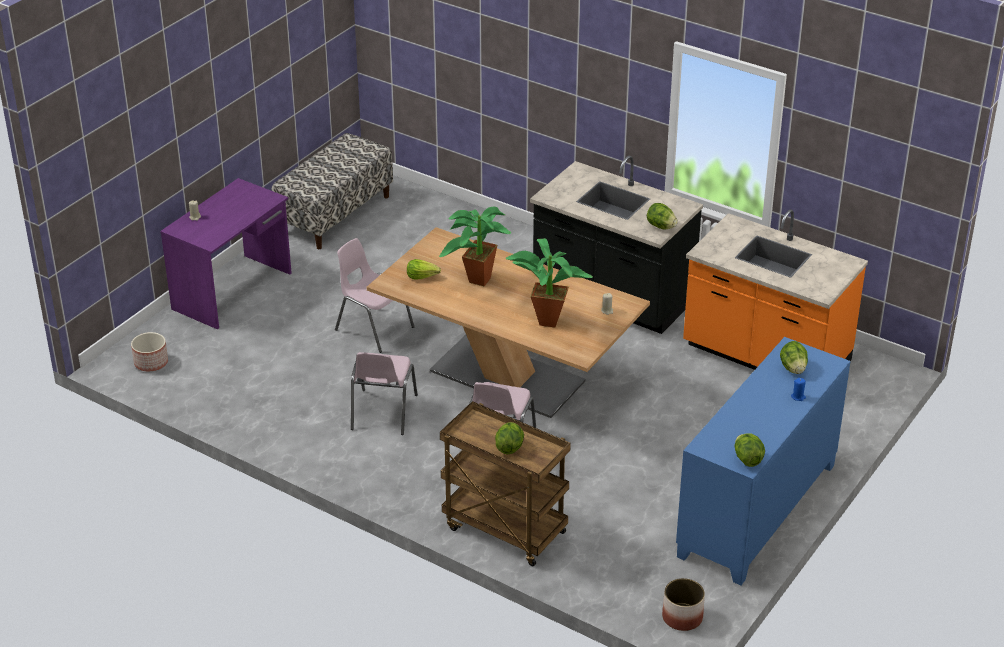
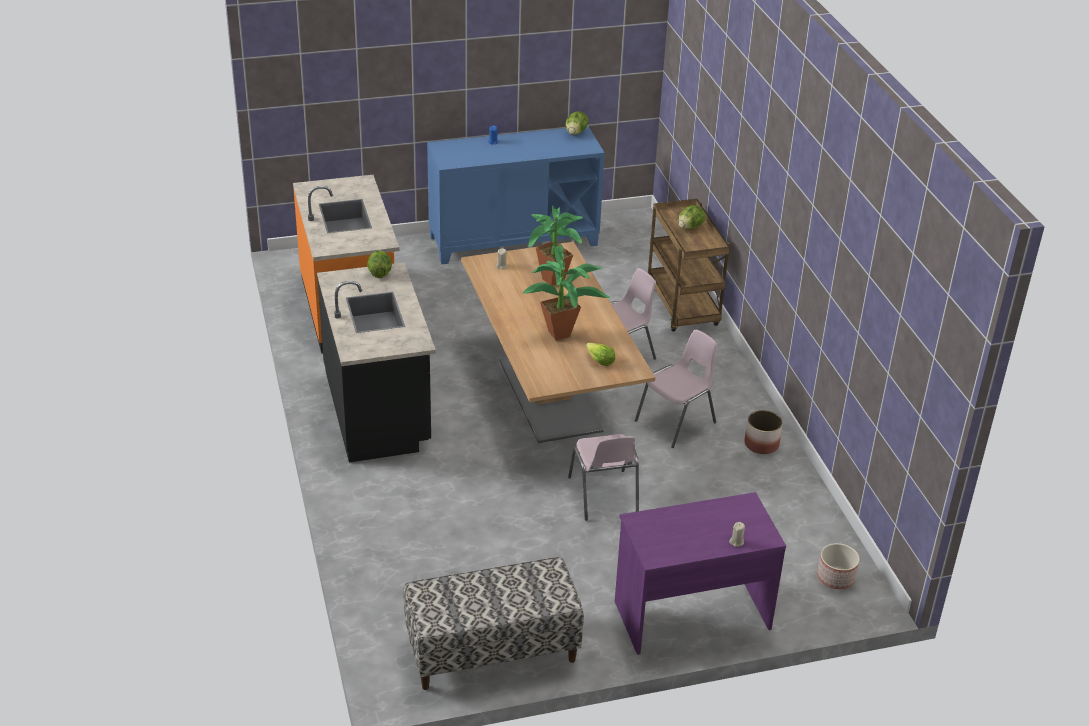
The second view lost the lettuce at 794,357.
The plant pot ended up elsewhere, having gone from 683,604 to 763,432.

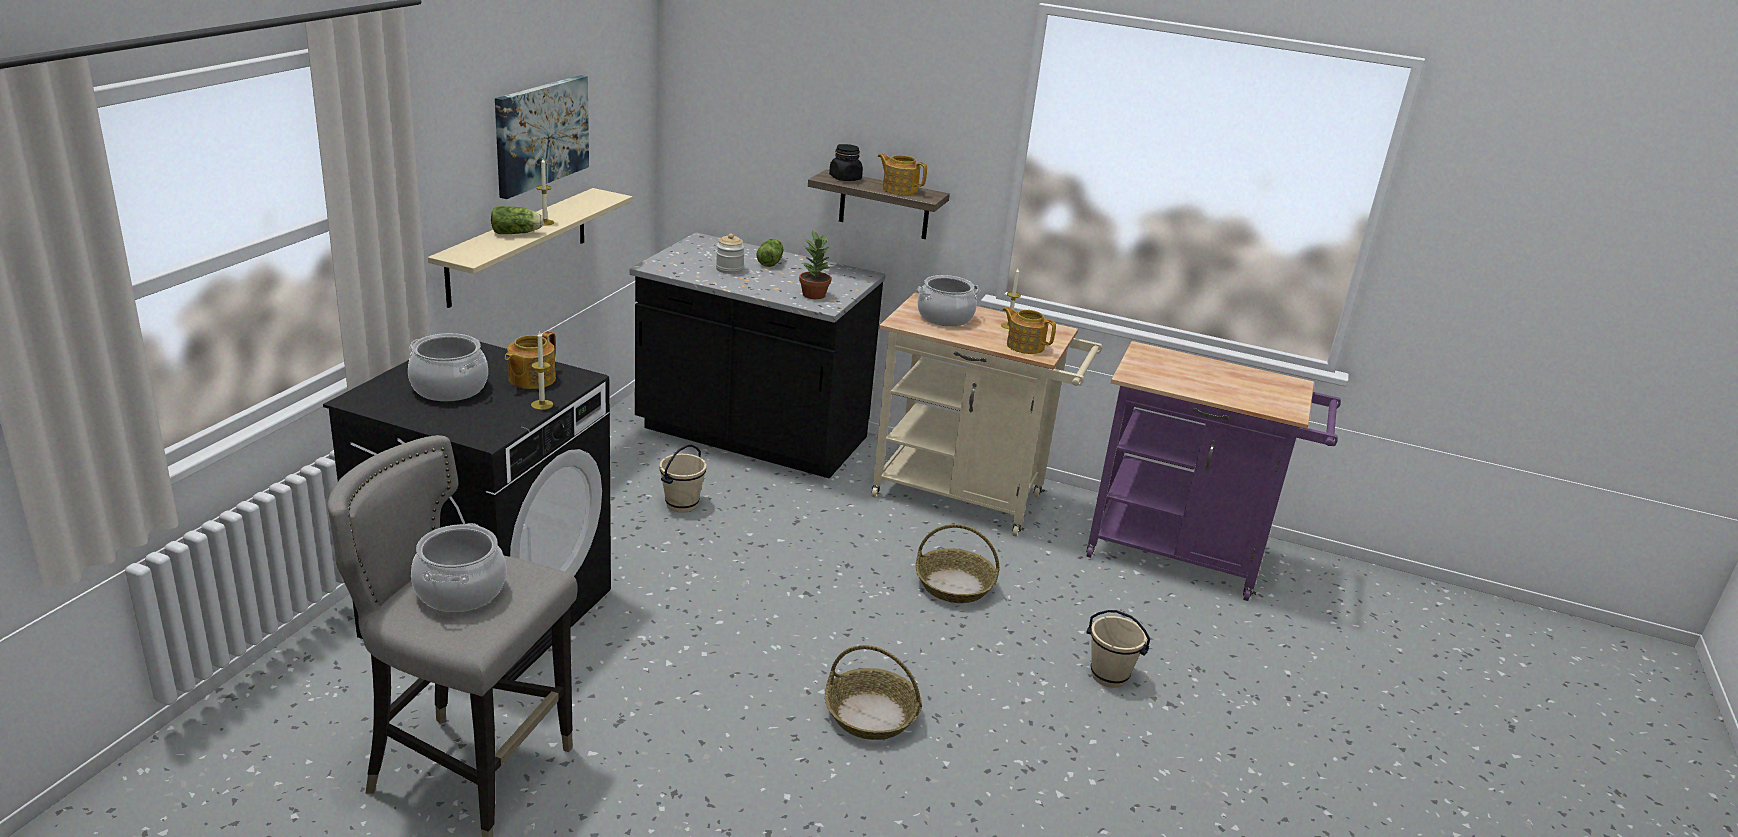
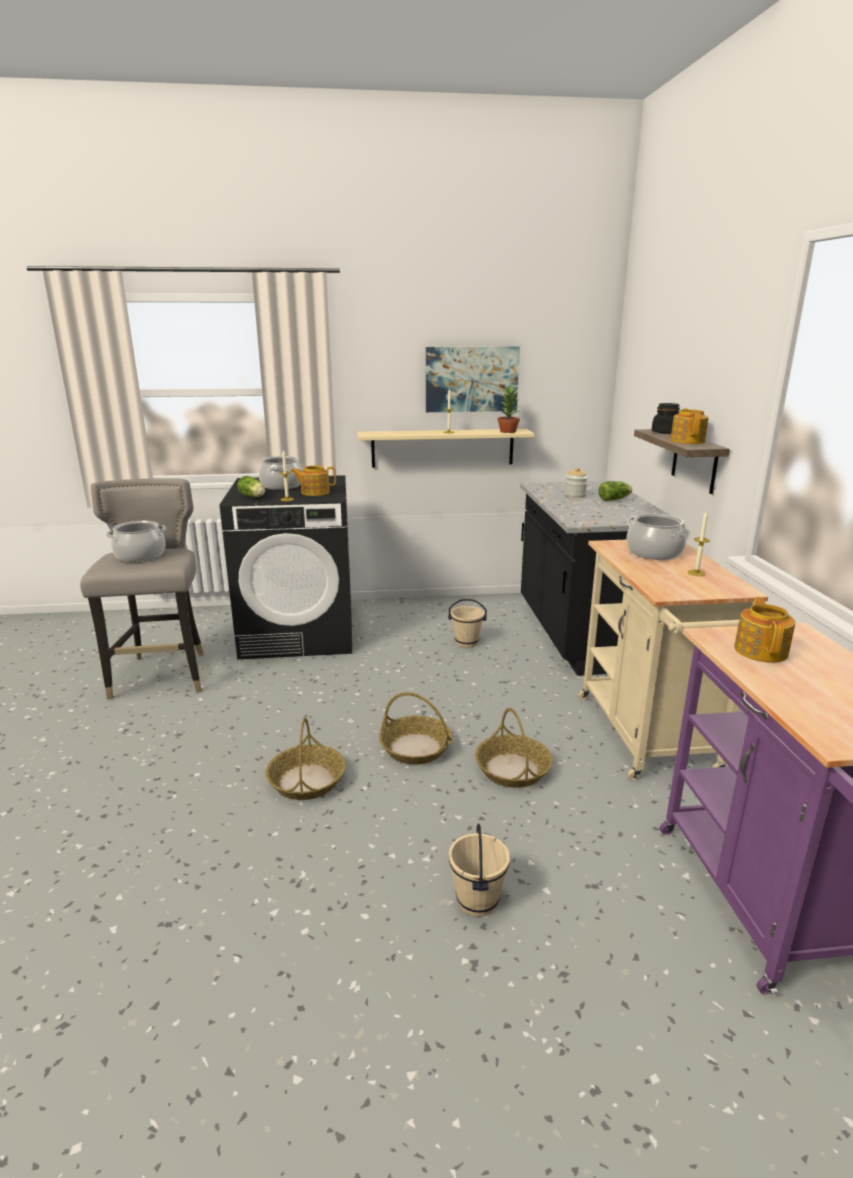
The lettuce ended up elsewhere, having gone from 517,220 to 251,486.
The potted plant ended up elsewhere, having gone from 815,264 to 509,409.
The teapot ended up elsewhere, having gone from 1029,330 to 764,630.
The second view gained the household basket at 415,728.

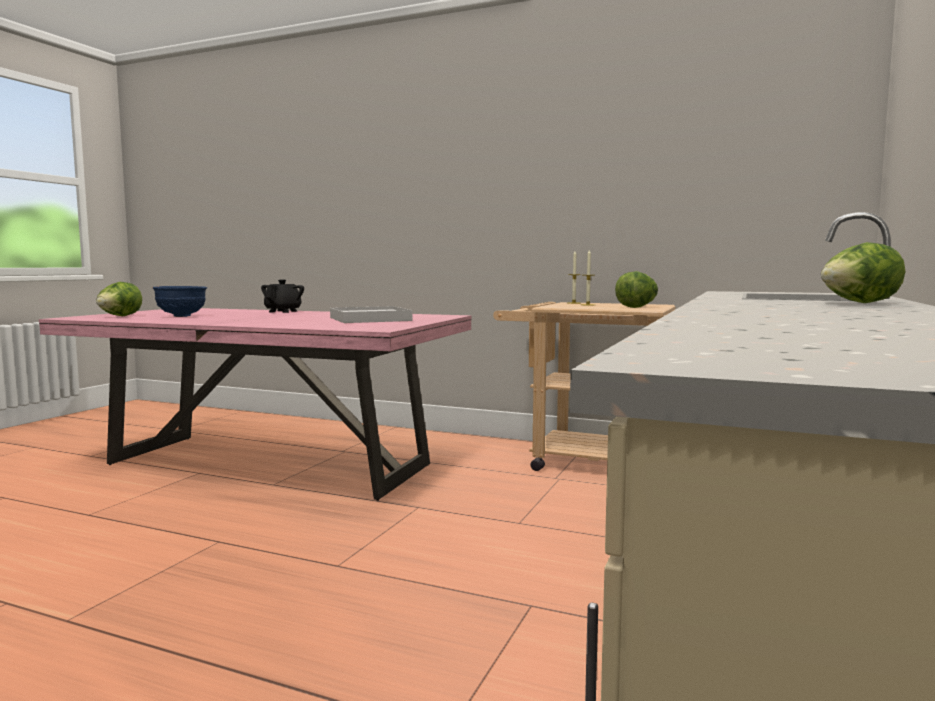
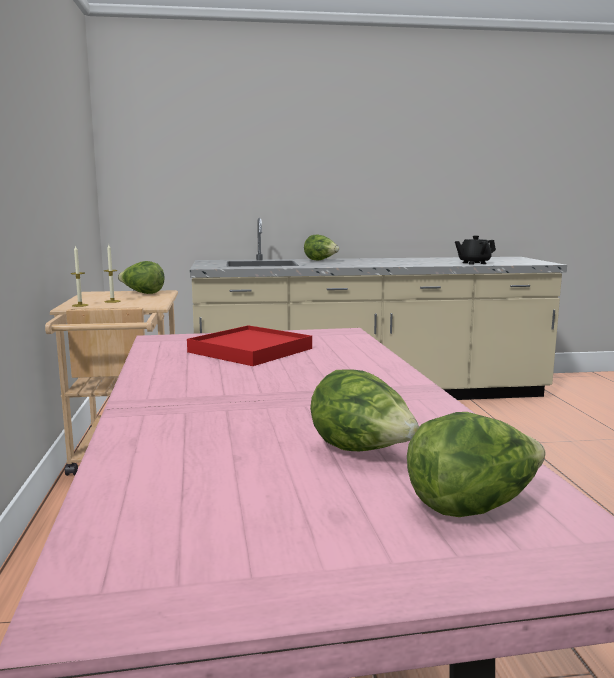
The teapot/black ended up elsewhere, having gone from 282,296 to 475,249.
Where the deep dish/blue-coloured stood at 180,301, the lettuce came to stand at 364,410.
What was the tray/white at 371,314 turned into the tray/red at 249,345.

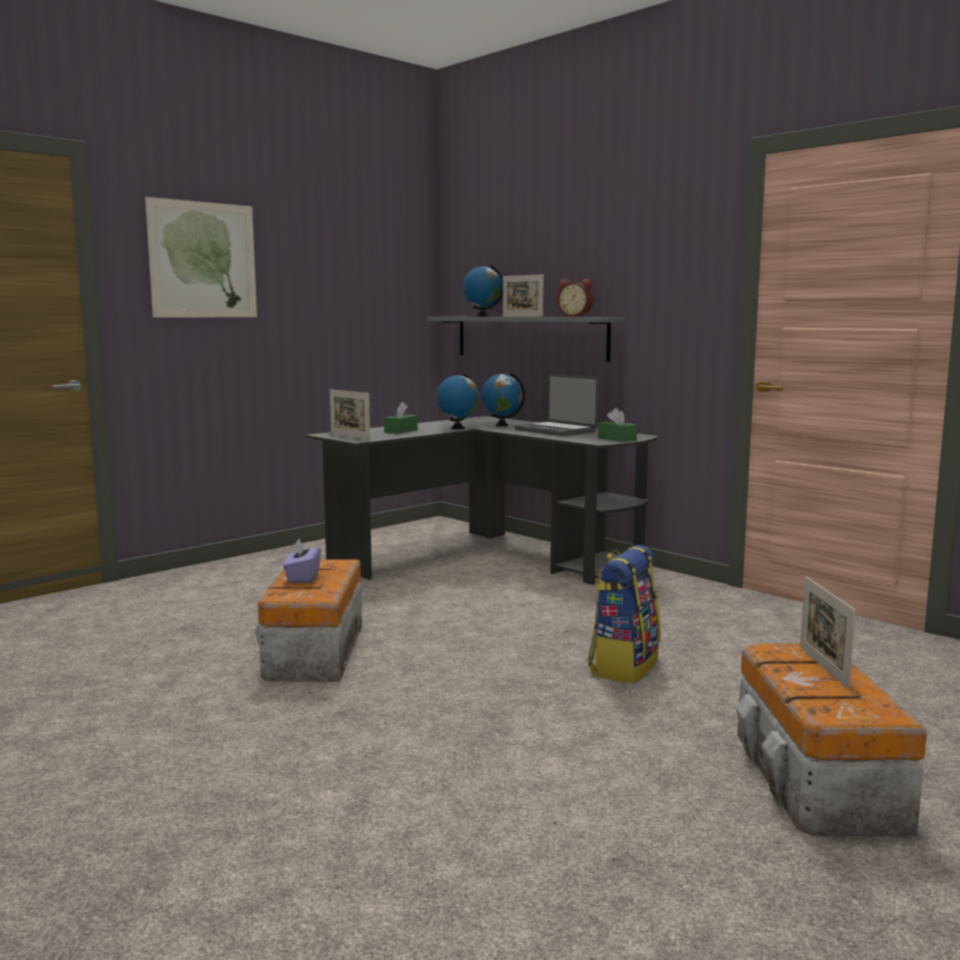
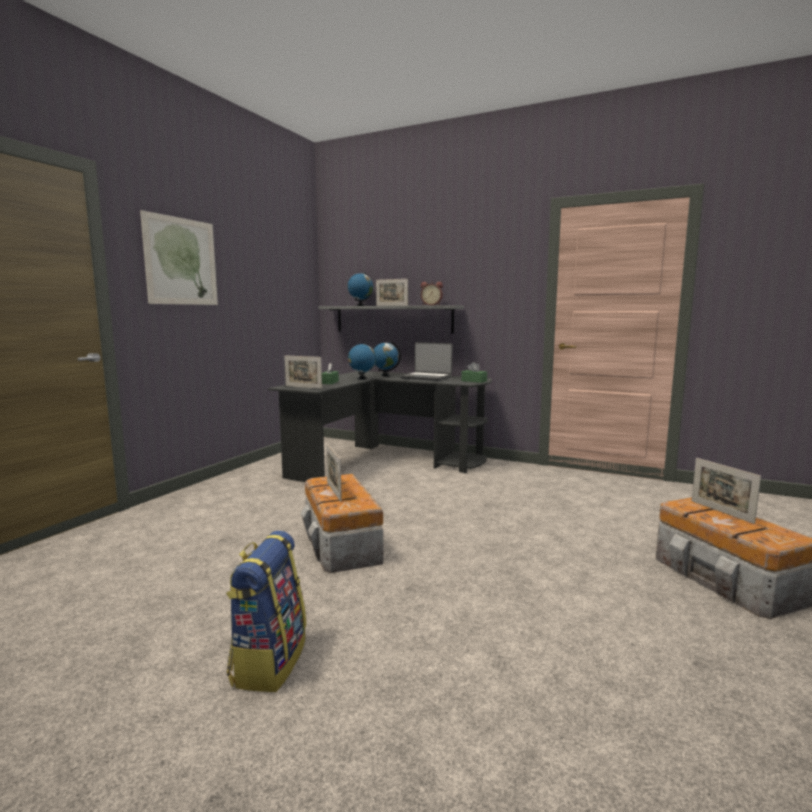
Where the tissue holder/purplish stood at 302,560, the picture frame came to stand at 334,473.
The knapsack ended up elsewhere, having gone from 624,614 to 266,611.

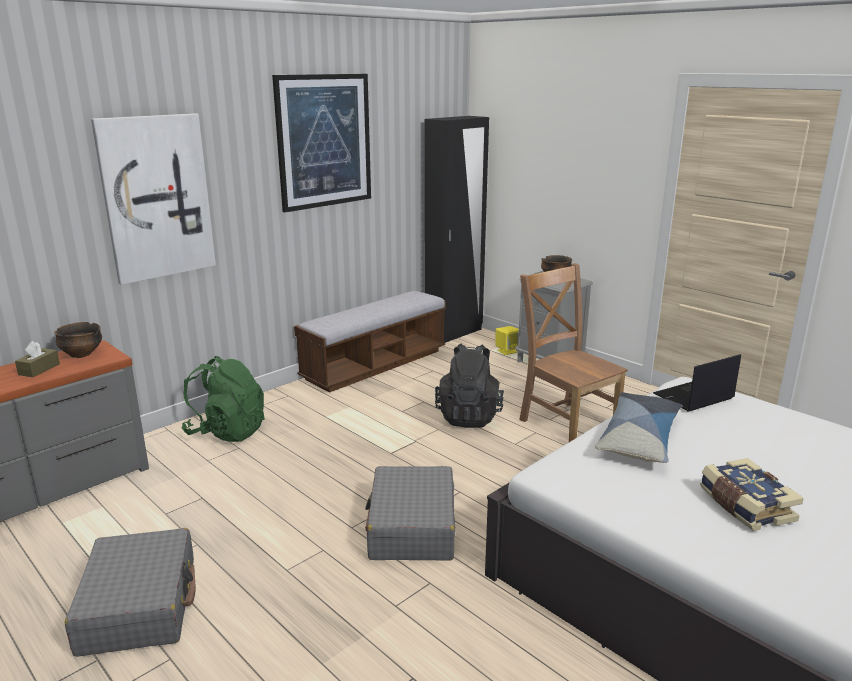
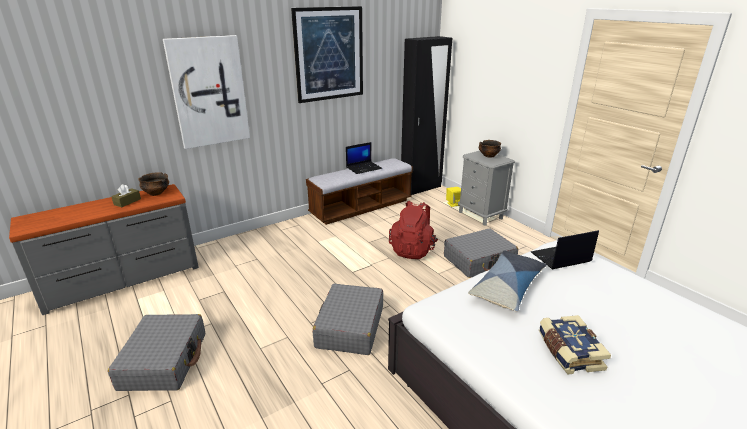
Where the plain chair/brown stood at 573,352, the travel case/grey came to stand at 481,253.
What was the knapsack/black at 469,386 turned into the knapsack/red at 413,230.
The second view lost the knapsack/green at 223,399.
The second view gained the laptop at 364,158.

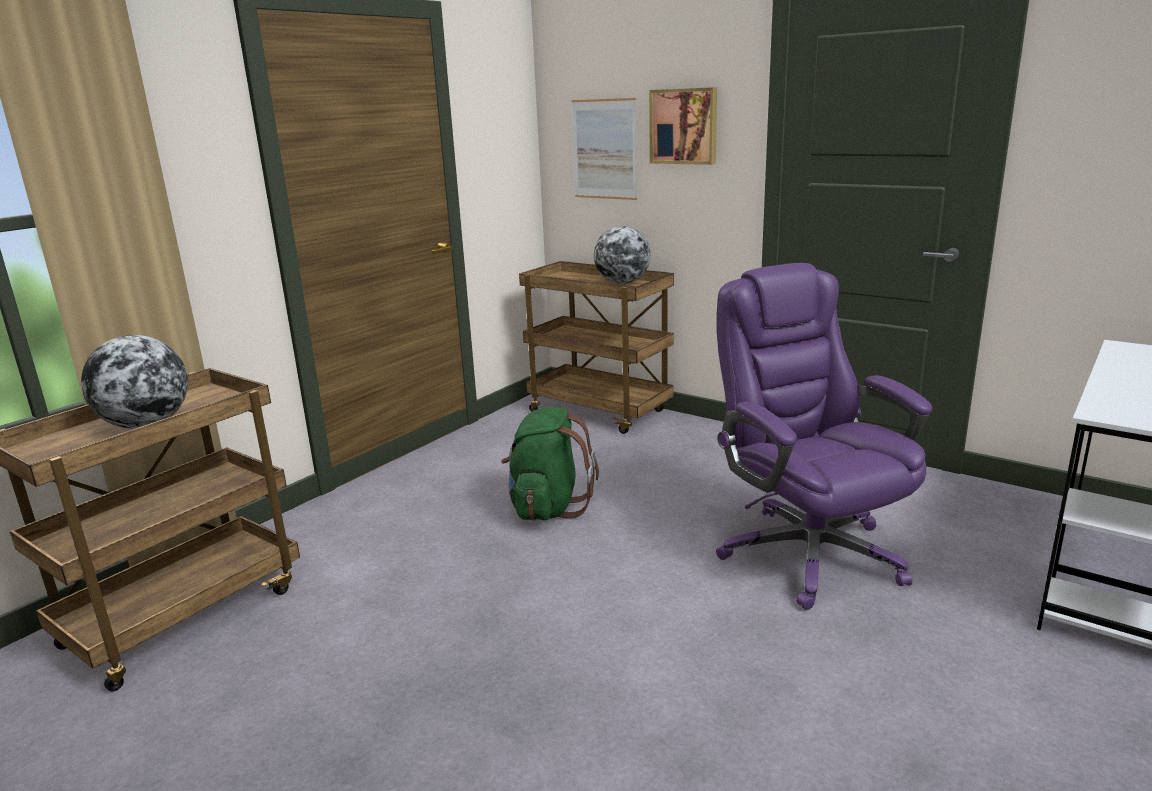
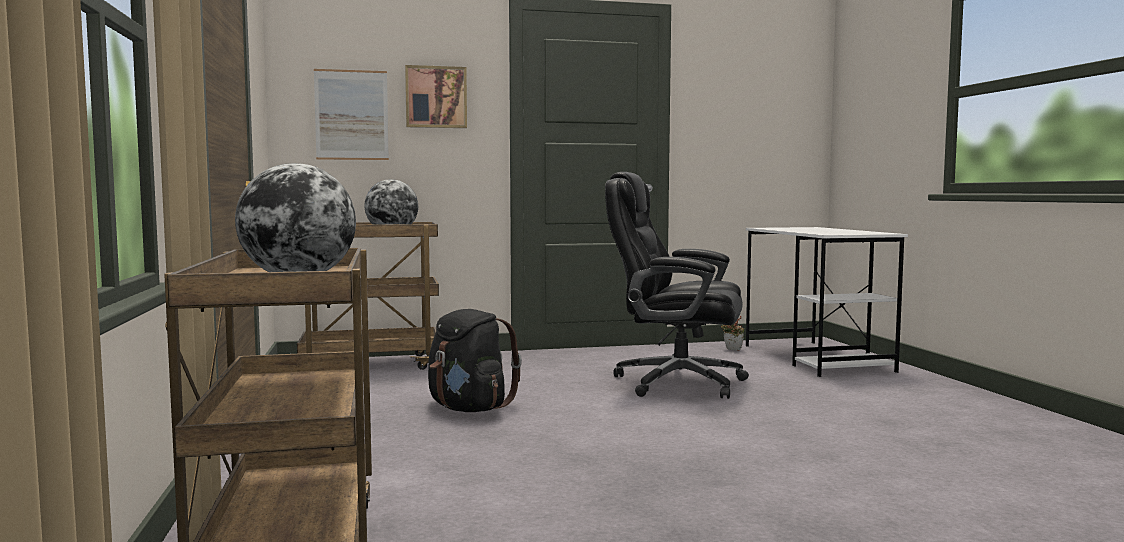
What was the computer chair/purplish at 824,436 turned into the computer chair/black at 677,285.
What was the knapsack/green at 550,463 turned into the knapsack/black at 475,360.
The second view gained the potted plant at 732,333.

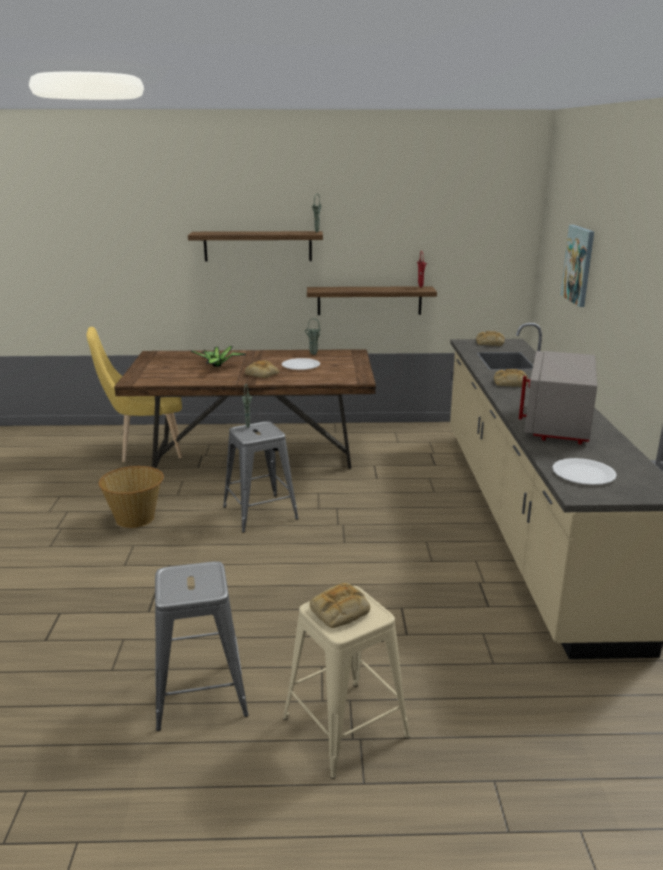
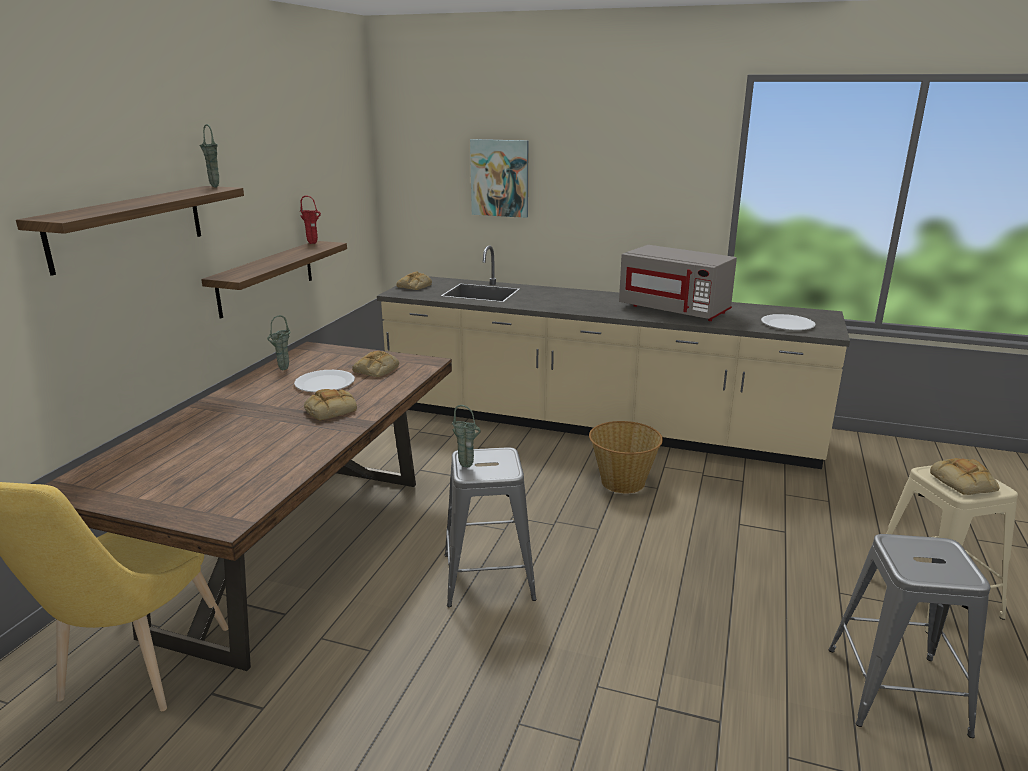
The second view lost the potted plant at 218,356.
The bakery bread ended up elsewhere, having gone from 511,378 to 375,364.
The household basket ended up elsewhere, having gone from 131,497 to 626,457.

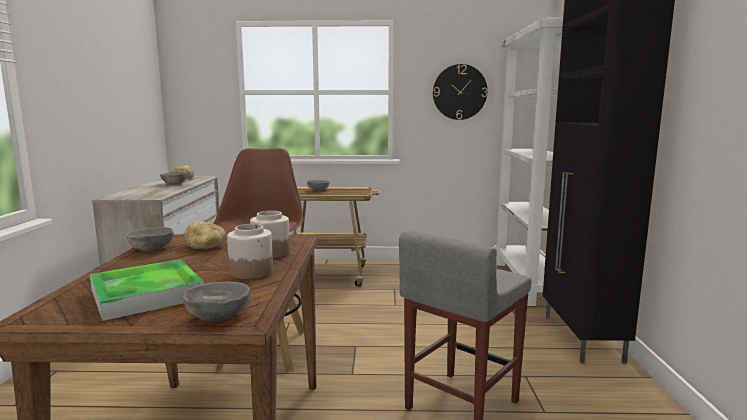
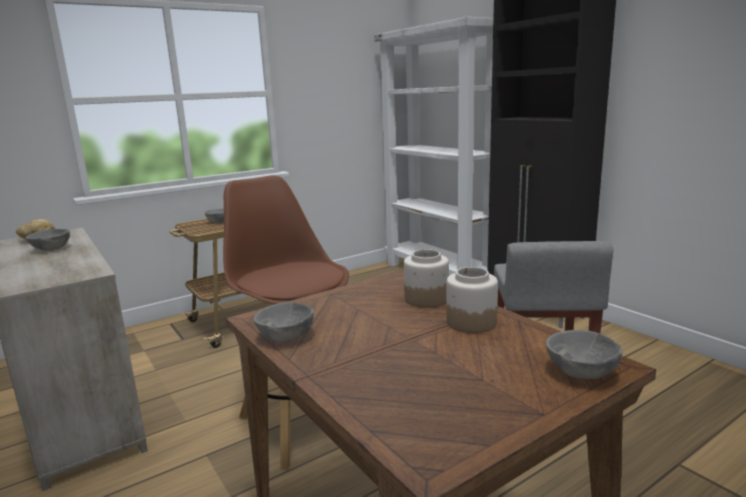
The second view lost the hanging clock at 460,92.
The second view lost the bakery bread at 205,235.
The second view lost the tray at 147,290.

